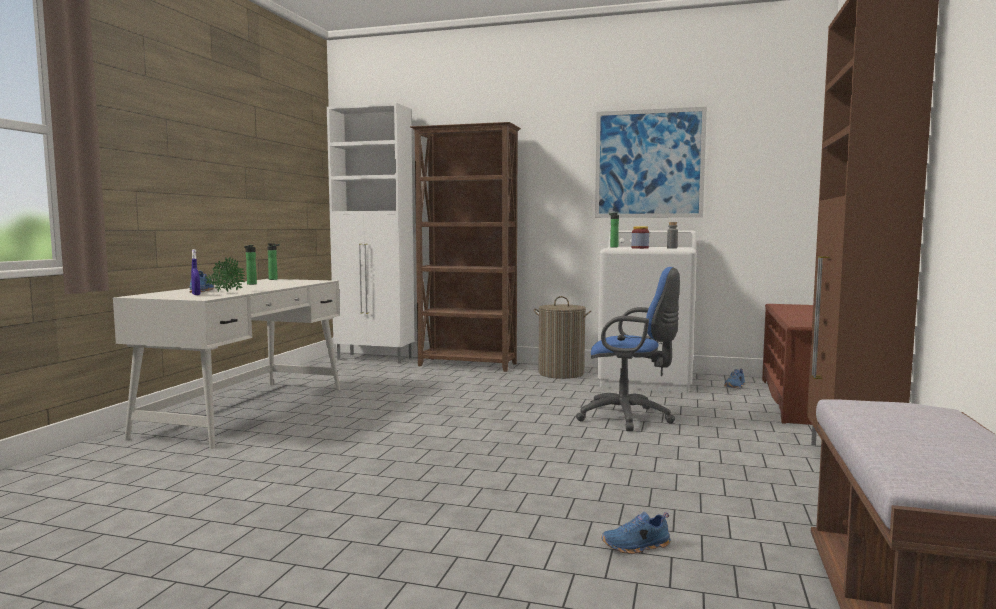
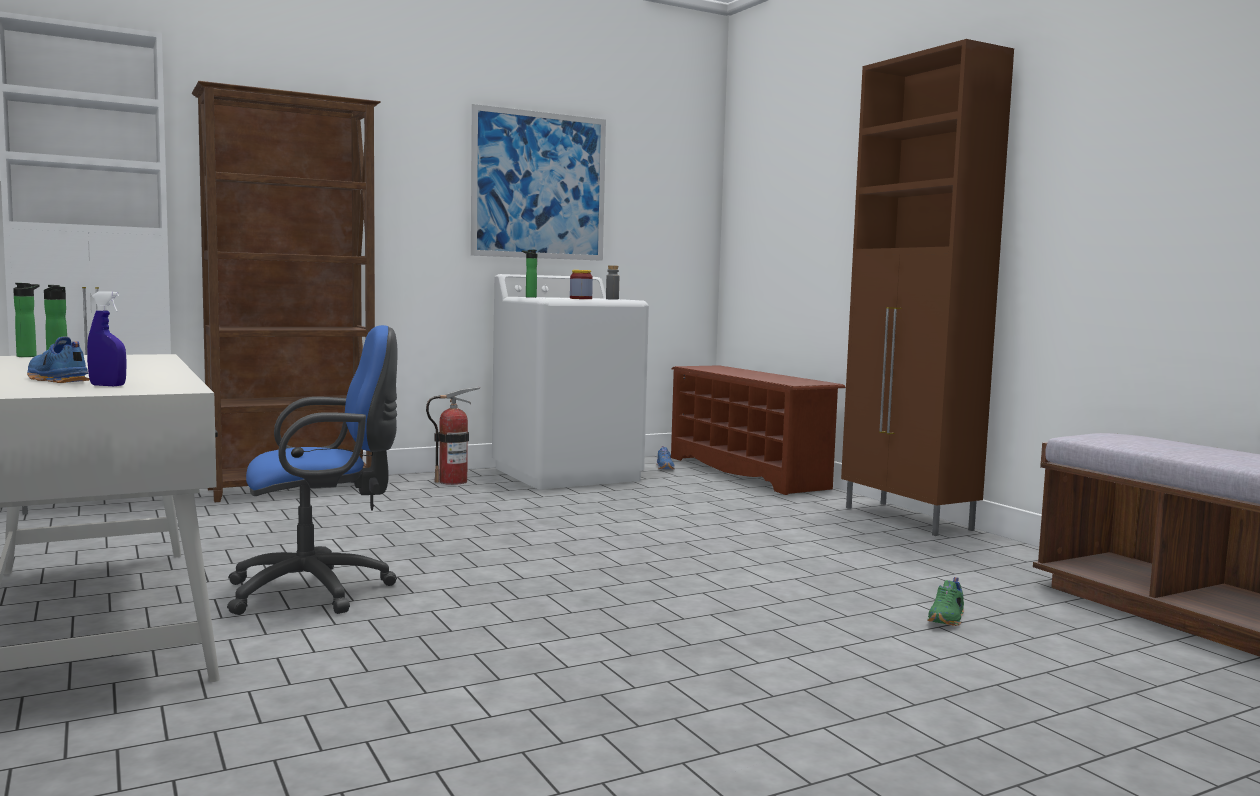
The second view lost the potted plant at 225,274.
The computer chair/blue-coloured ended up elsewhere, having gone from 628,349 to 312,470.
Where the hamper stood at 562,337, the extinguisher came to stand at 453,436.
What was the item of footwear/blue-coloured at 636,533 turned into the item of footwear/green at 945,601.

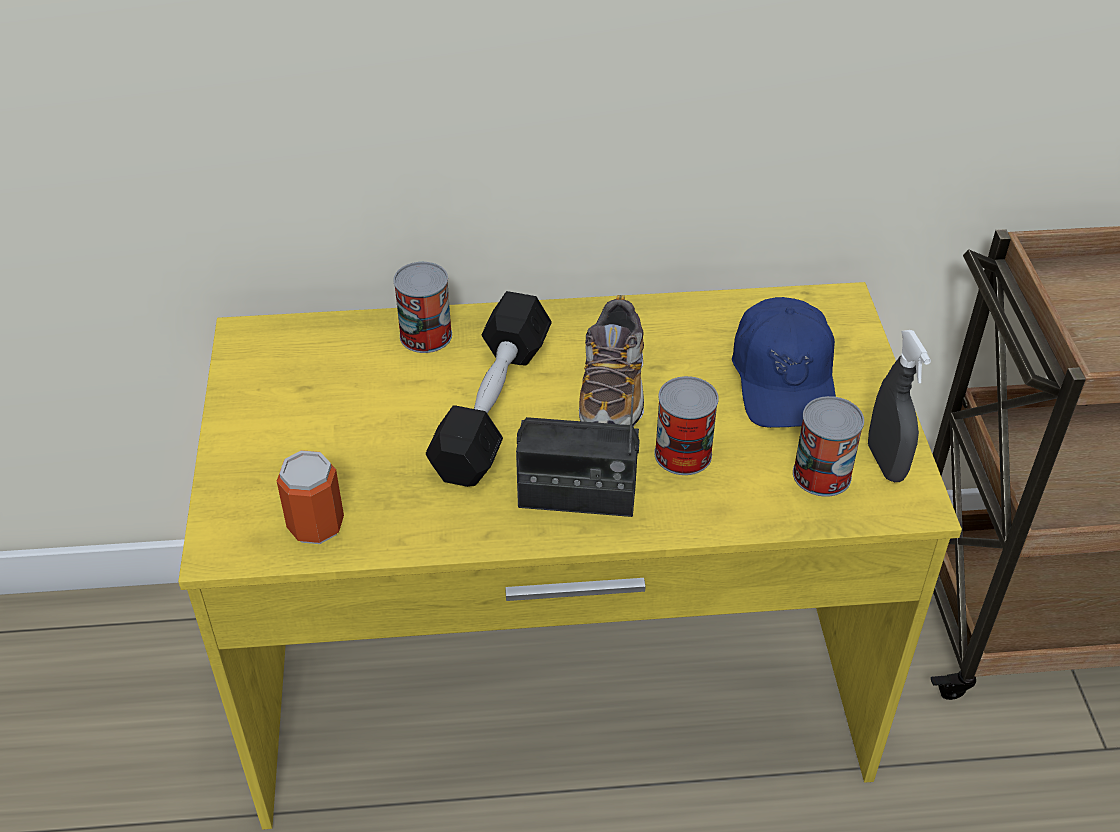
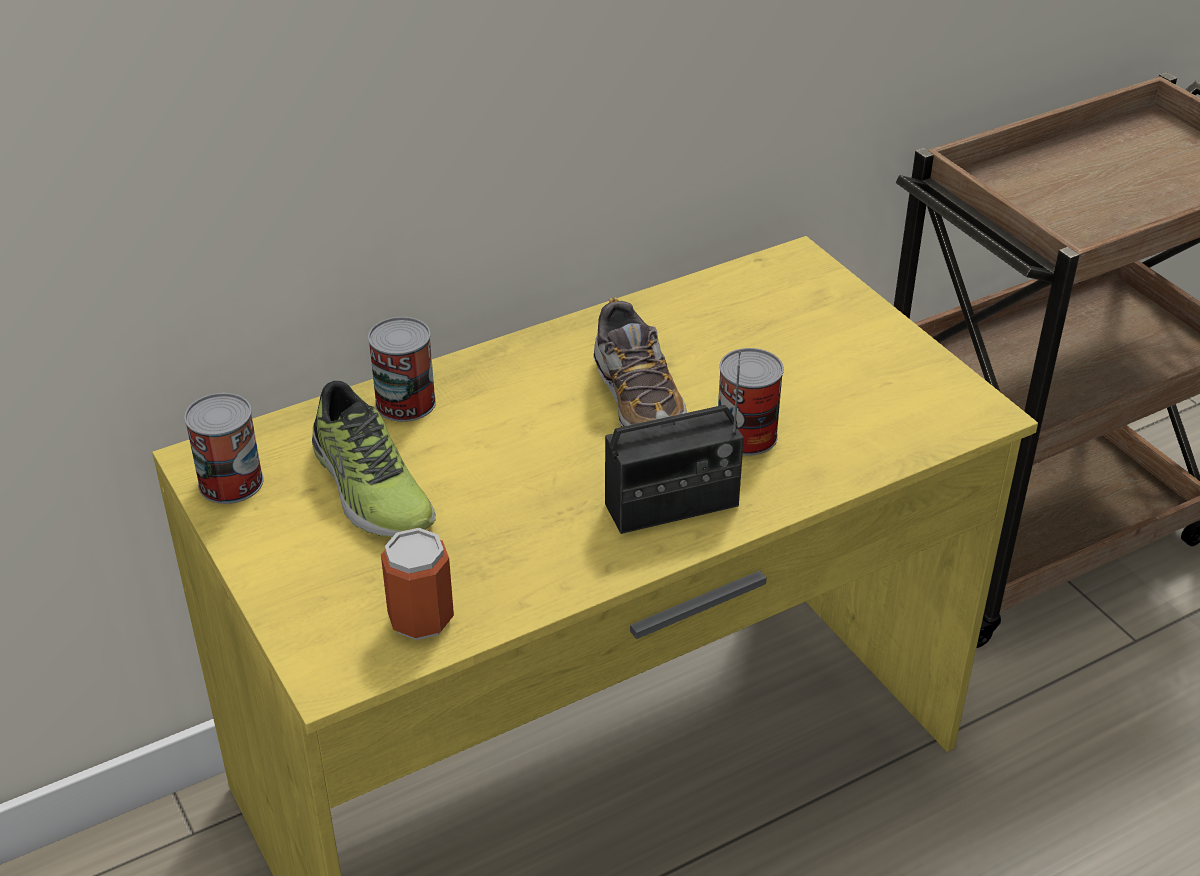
The second view lost the hand weight/black at 489,389.
The second view lost the peaked cap/blue-coloured at 784,362.
The second view lost the sprayer/grey at 899,406.
The can ended up elsewhere, having gone from 828,446 to 224,448.
The second view gained the item of footwear at 374,459.

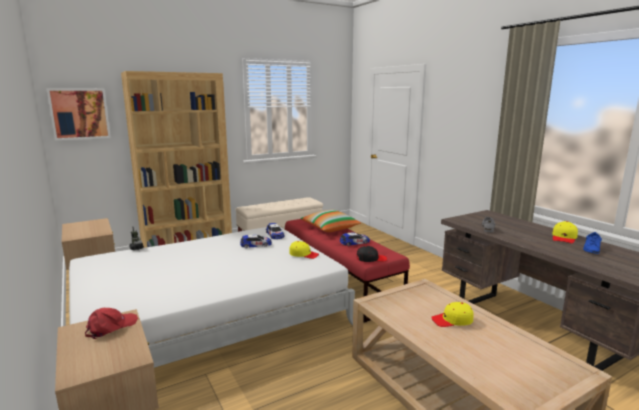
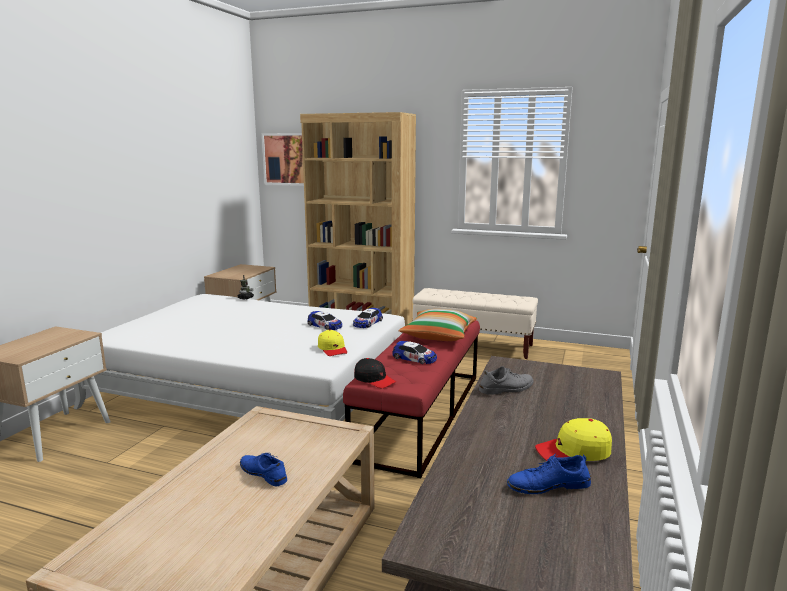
Where the peaked cap/yellow-coloured stood at 452,314, the item of footwear/blue-coloured came to stand at 263,469.
The second view lost the peaked cap/red at 111,323.

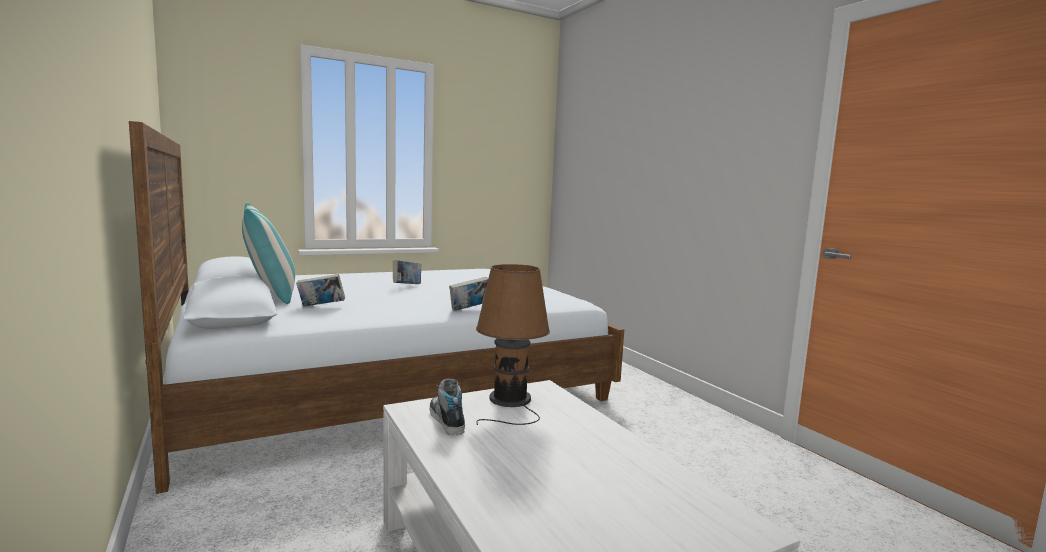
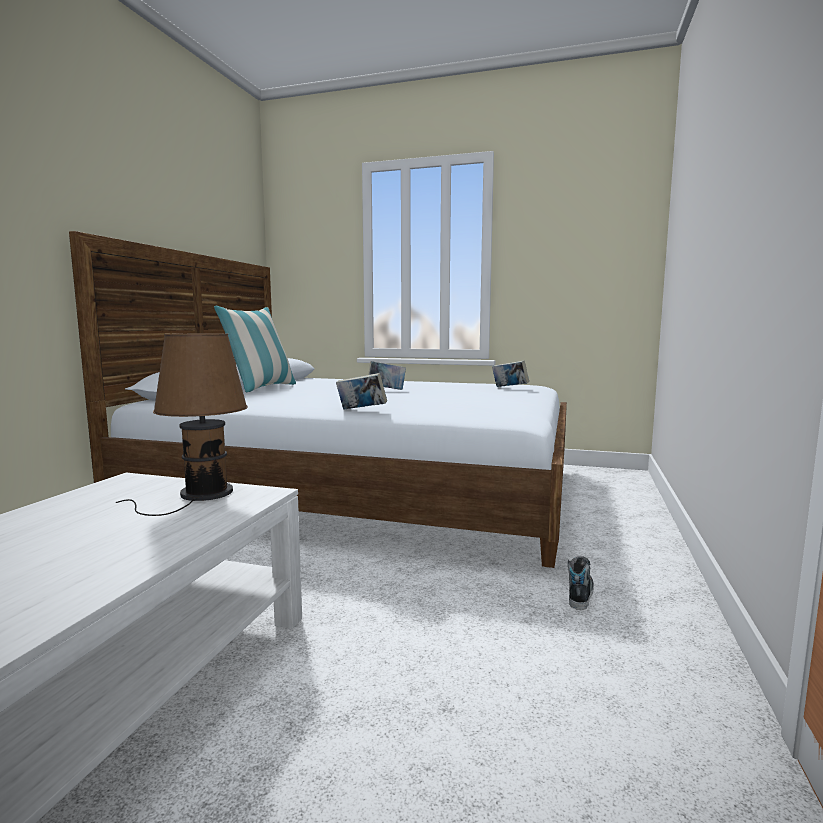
The bound book ended up elsewhere, having gone from 320,290 to 510,373.
The item of footwear ended up elsewhere, having gone from 447,407 to 581,583.

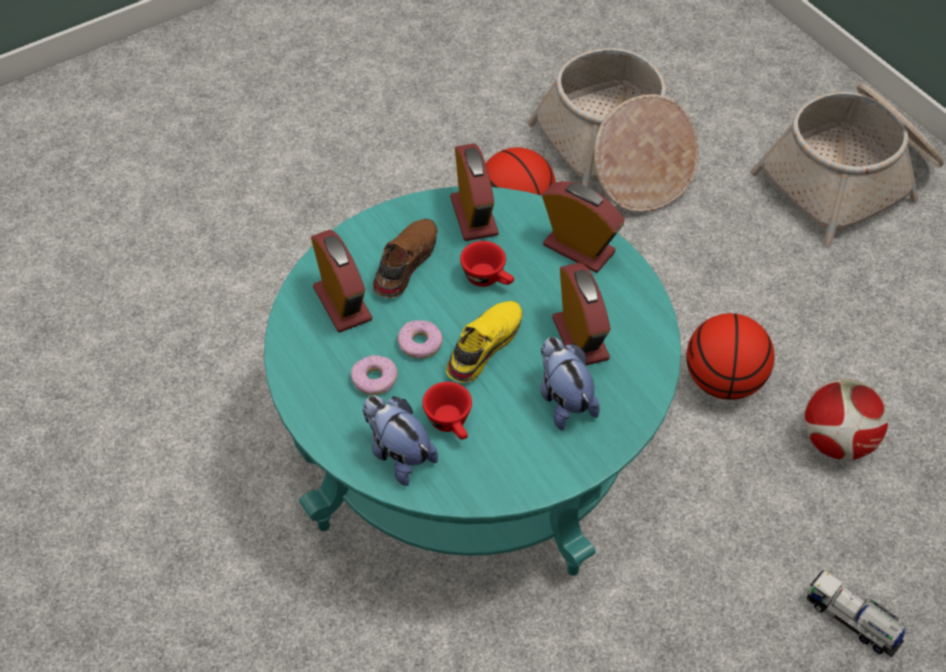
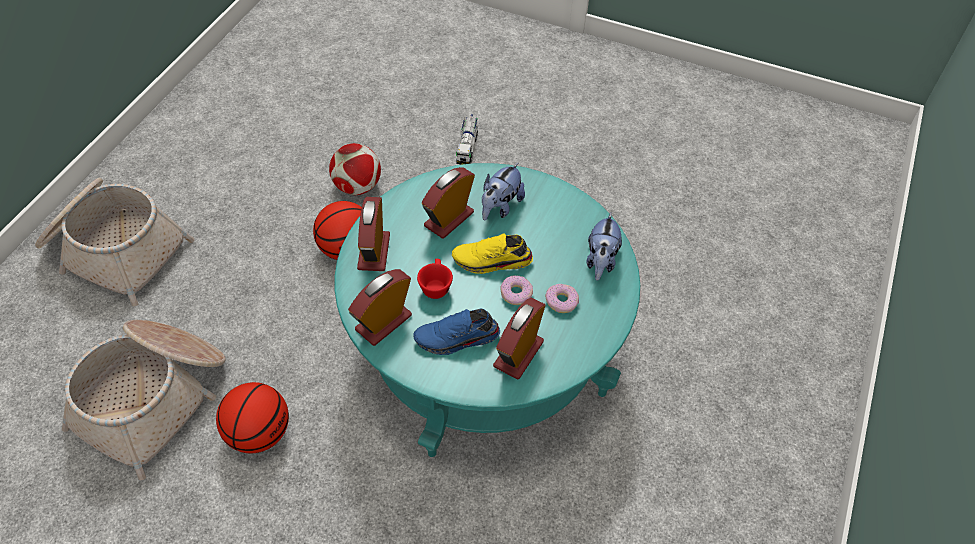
What was the item of footwear/brown at 405,258 turned into the item of footwear/blue-coloured at 456,332.
The second view lost the cup/red at 447,411.

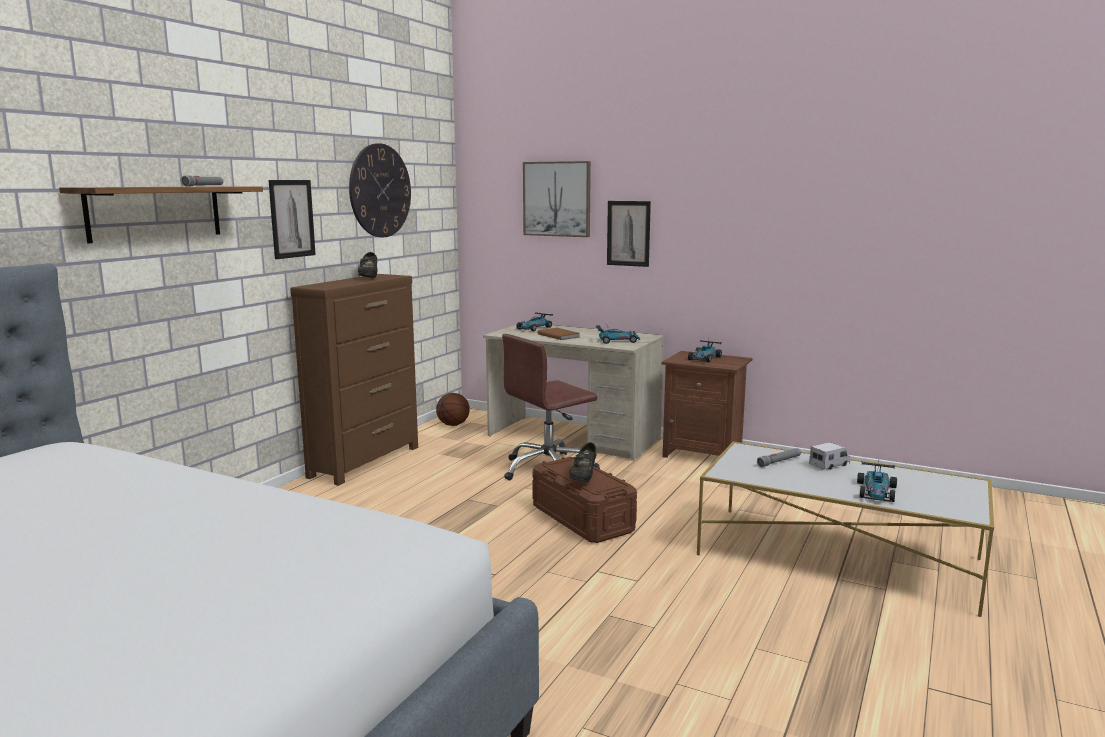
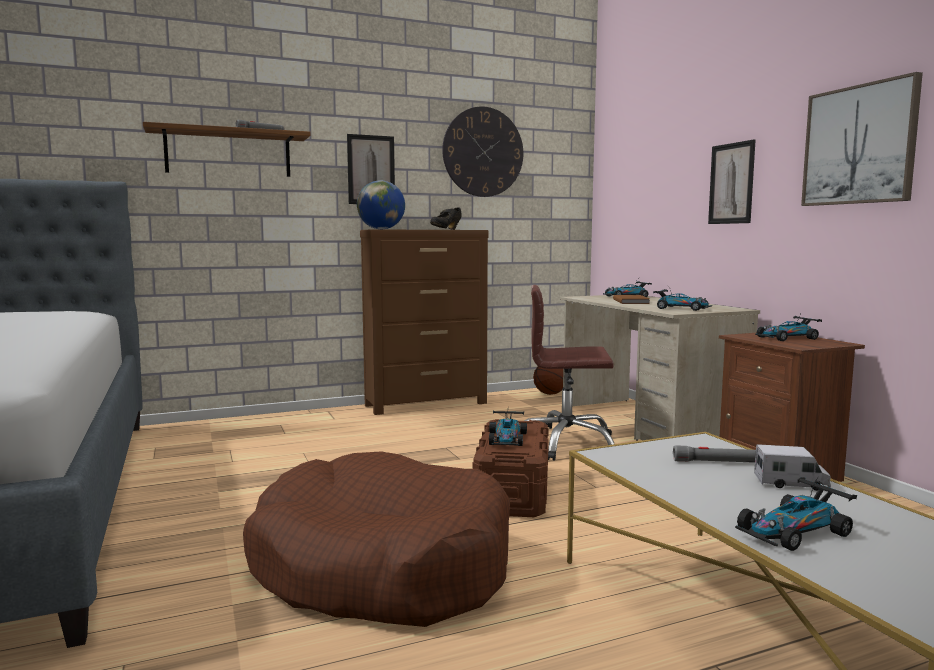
The wall picture ended up elsewhere, having gone from 557,199 to 862,139.
Where the item of footwear/black stood at 582,462, the model car came to stand at 508,428.
The second view gained the globe at 381,204.
The second view gained the dog bed/brown at 376,539.

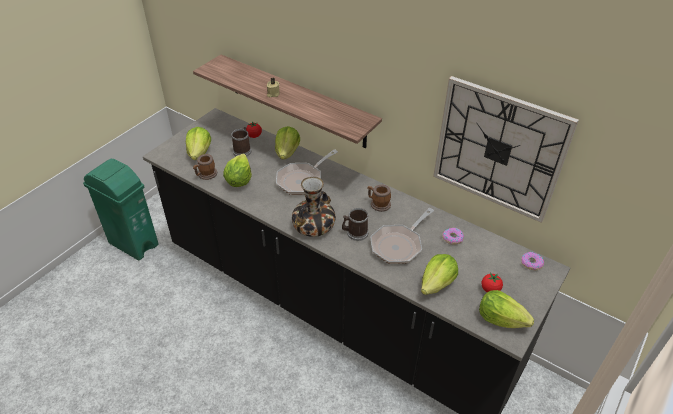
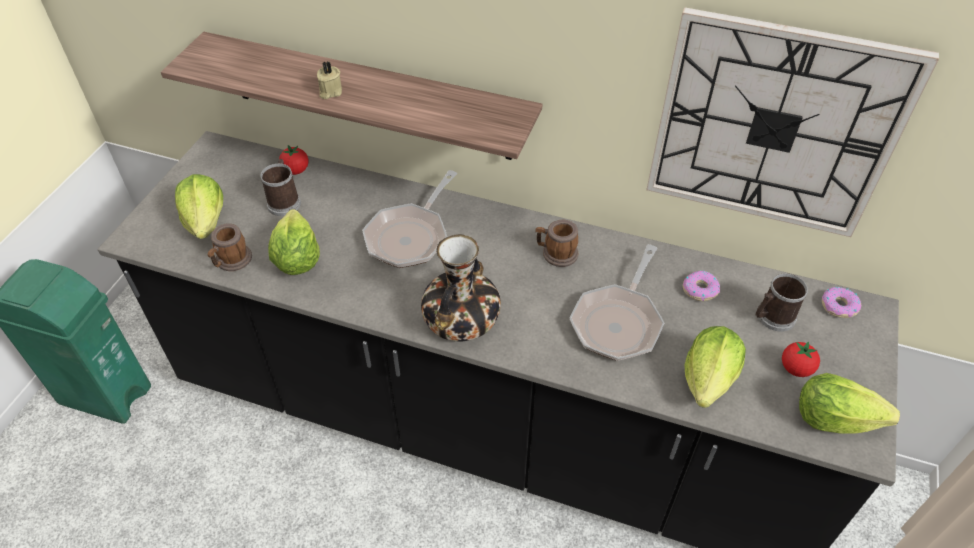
The second view lost the lettuce at 287,143.
The coffee mug ended up elsewhere, having gone from 355,224 to 781,302.

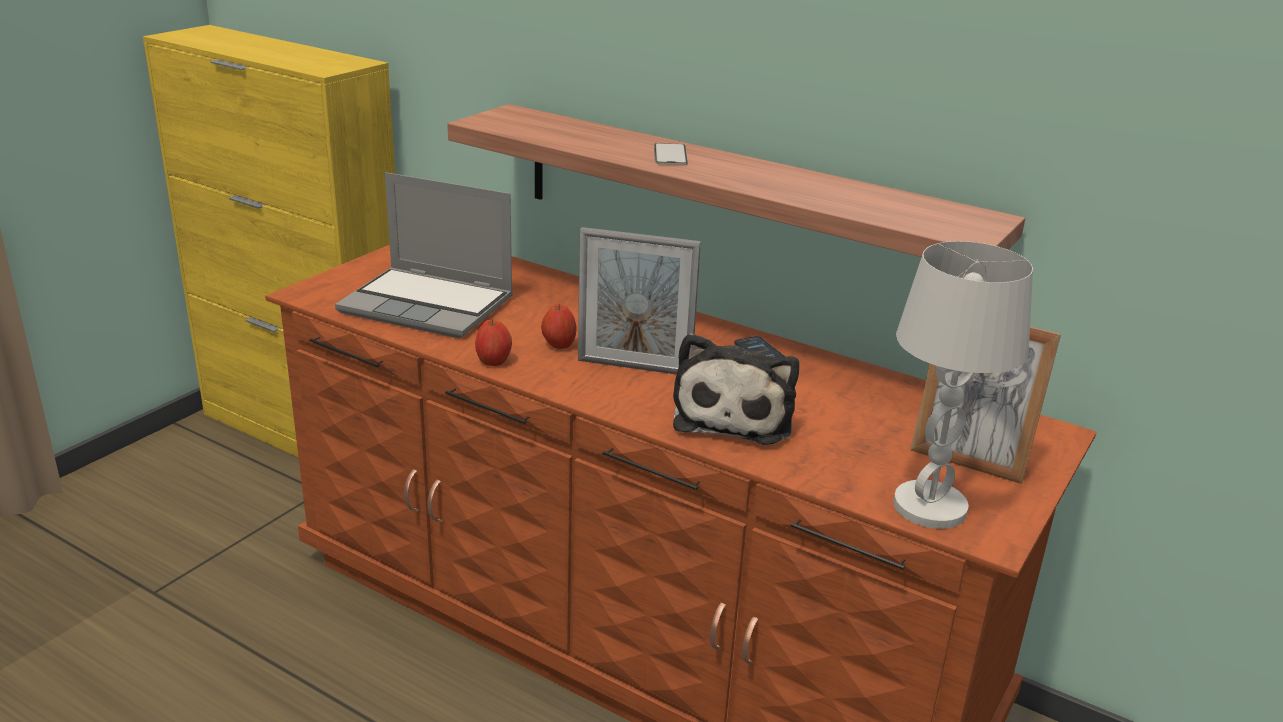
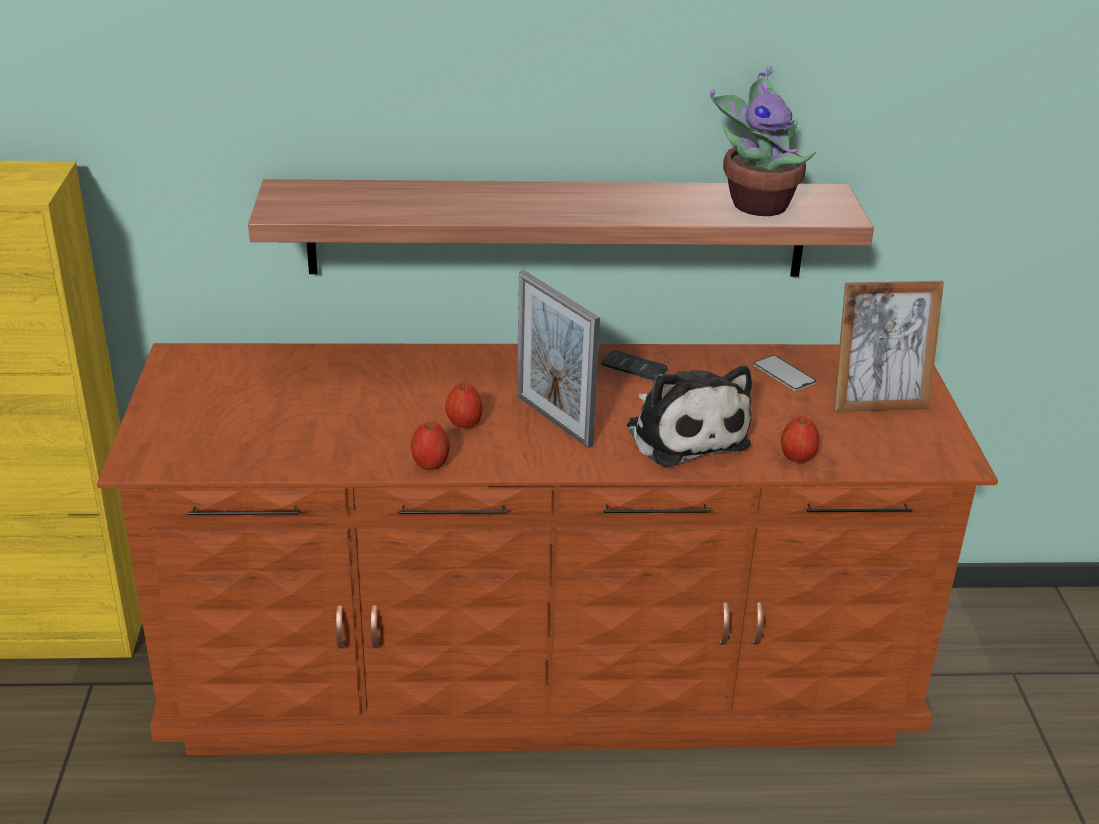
The phone ended up elsewhere, having gone from 671,154 to 785,373.
The second view lost the laptop at 424,255.
The picture frame at 639,301 ended up facing another way, 75 degrees clockwise from before.
The second view lost the tabletop lamp/white at 963,385.
The second view gained the potted plant at 763,141.
The second view gained the whole apple at 800,439.

